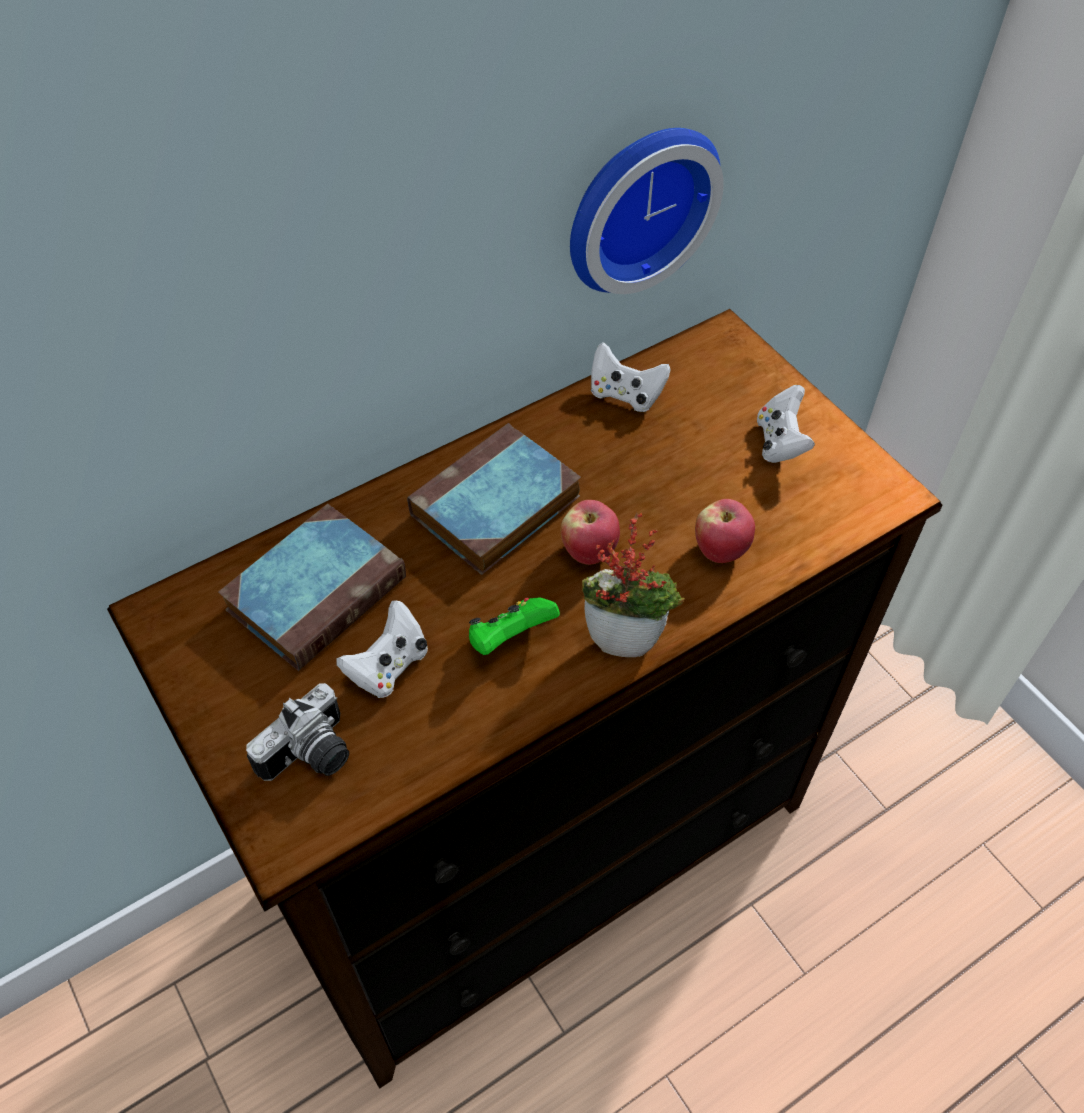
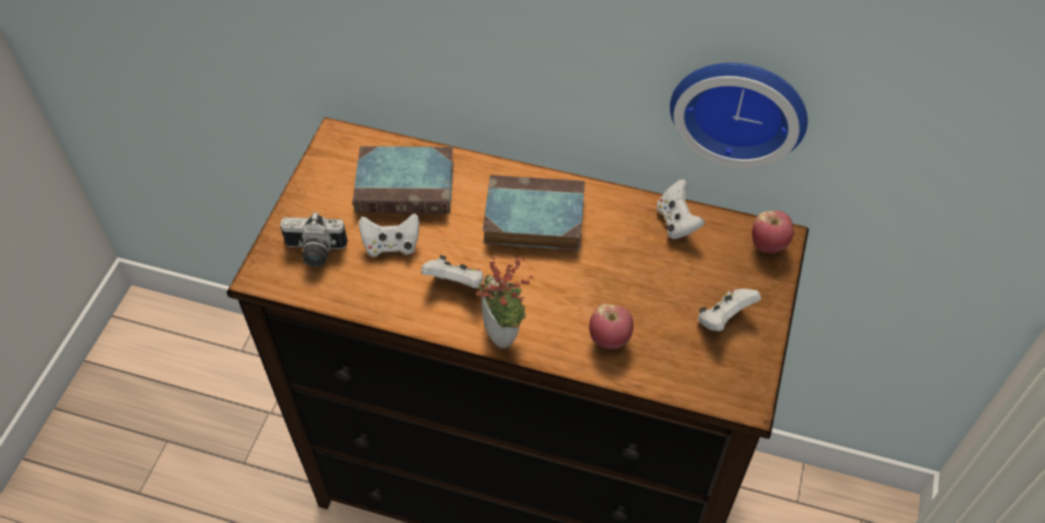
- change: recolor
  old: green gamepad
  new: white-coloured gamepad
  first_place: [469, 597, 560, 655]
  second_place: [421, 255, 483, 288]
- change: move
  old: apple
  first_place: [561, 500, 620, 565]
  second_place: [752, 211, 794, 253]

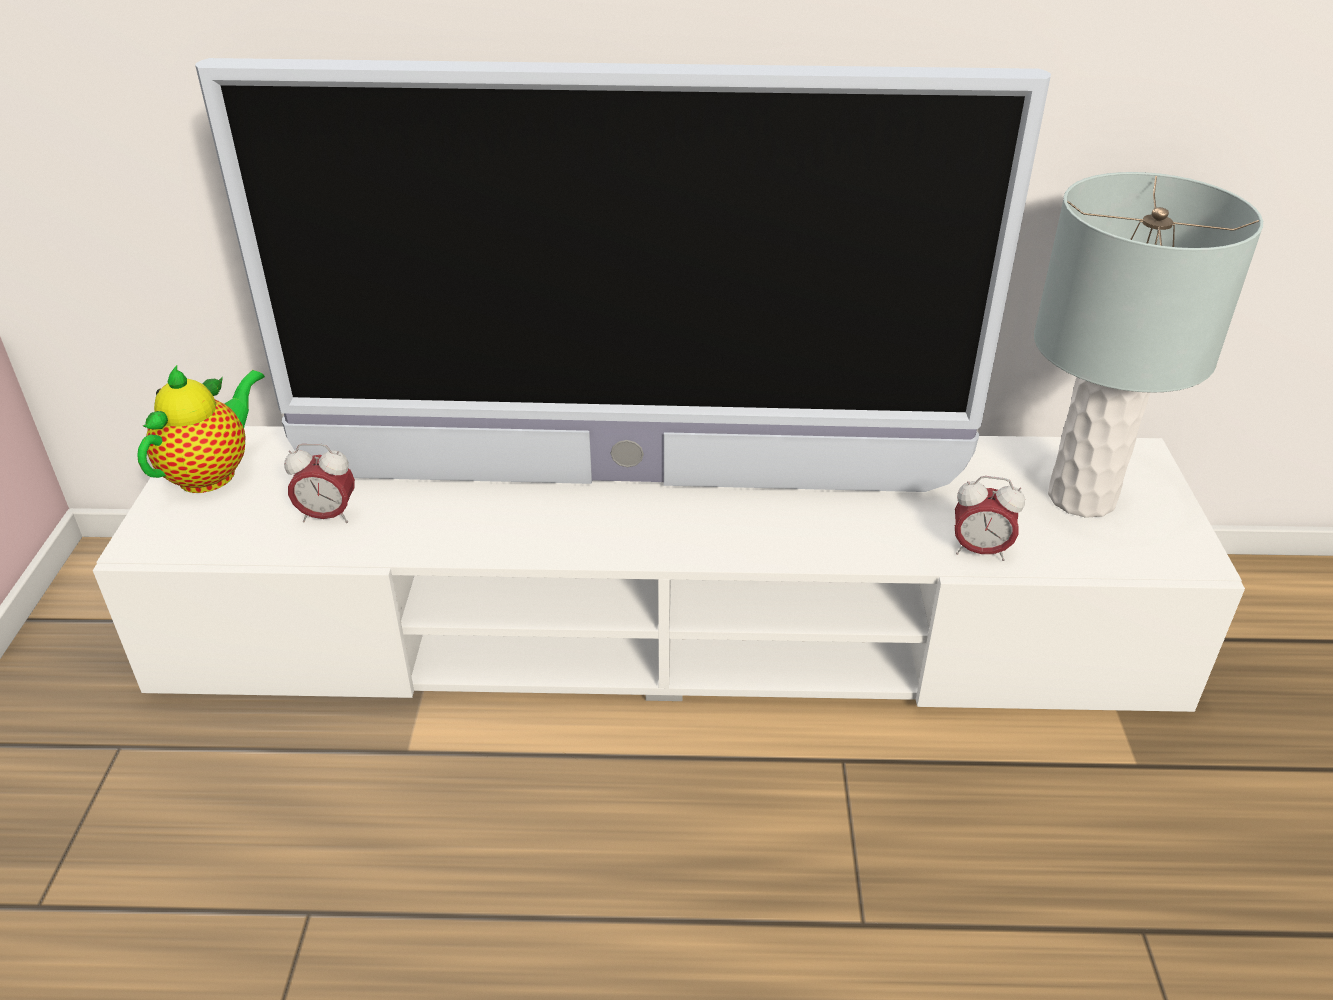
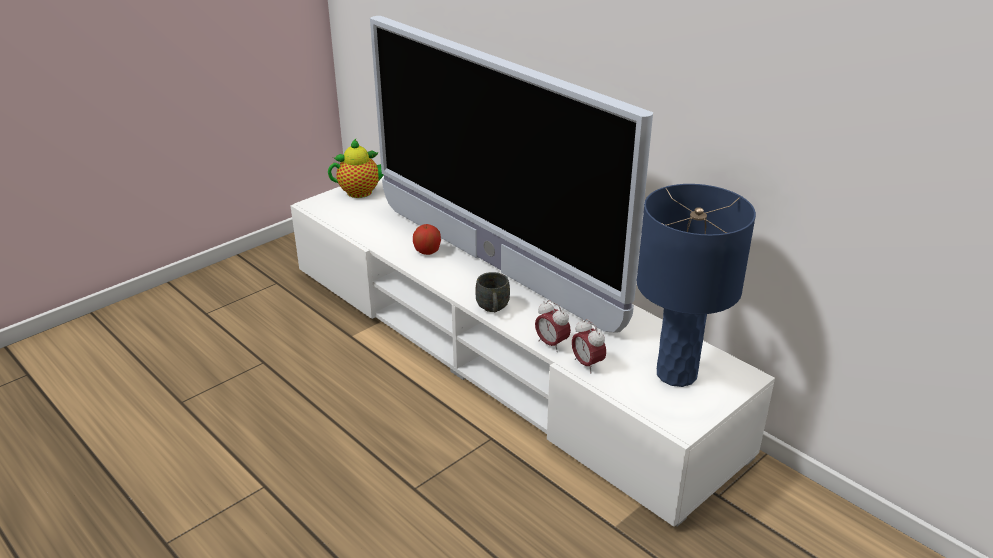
- change: move
  old: alarm clock
  first_place: [284, 443, 355, 523]
  second_place: [535, 300, 571, 352]
- change: recolor
  old: grey table lamp
  new: blue table lamp
  first_place: [1034, 172, 1263, 518]
  second_place: [637, 184, 756, 387]
- change: insert
  new: apple
  second_place: [413, 224, 441, 255]
- change: insert
  new: grey mug
  second_place: [475, 272, 510, 312]

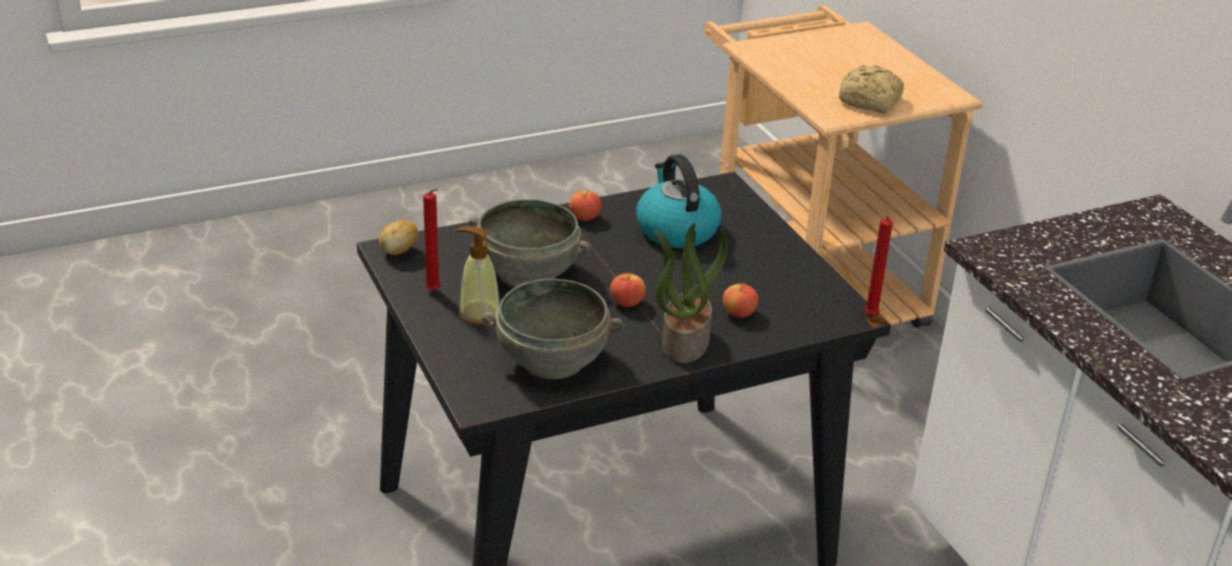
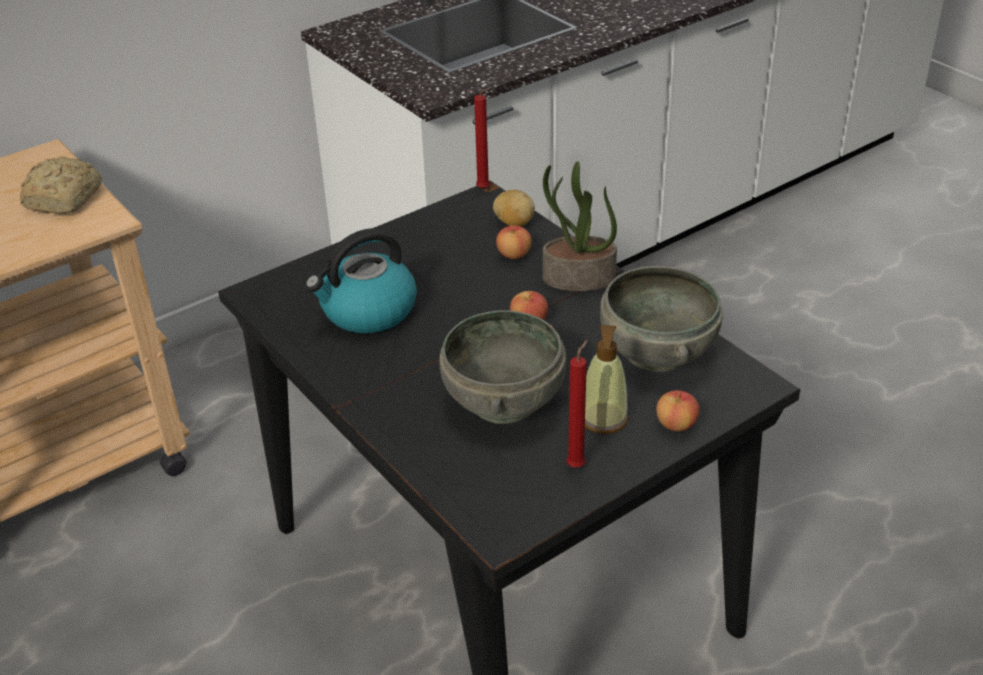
- change: move
  old: potato
  first_place: [379, 220, 418, 255]
  second_place: [493, 190, 535, 227]
- change: move
  old: apple
  first_place: [569, 190, 602, 221]
  second_place: [656, 390, 700, 431]

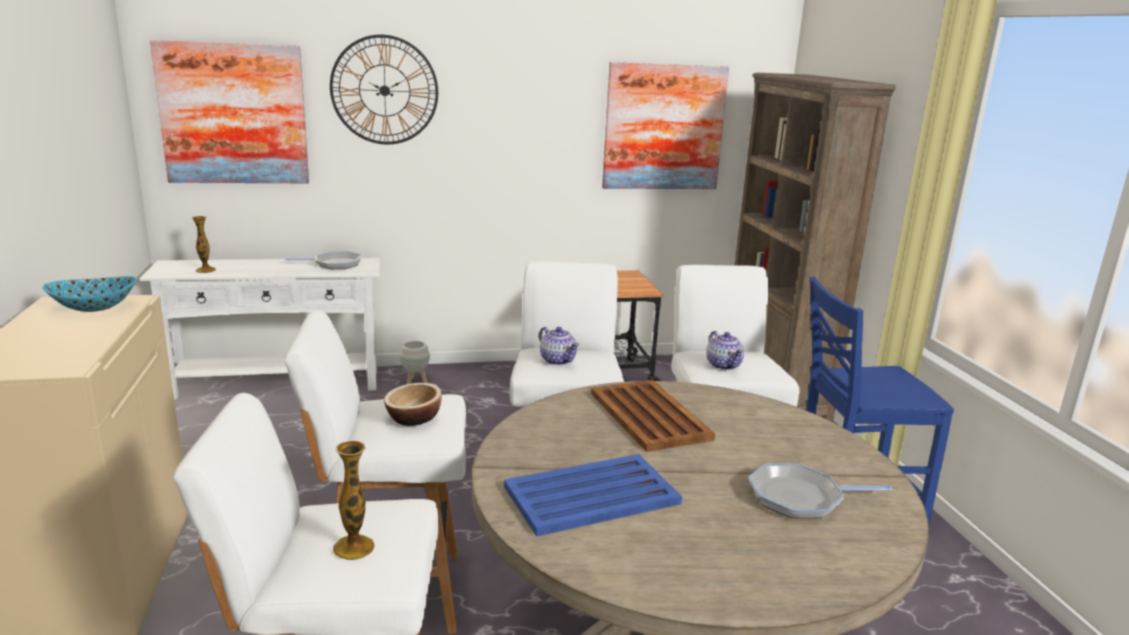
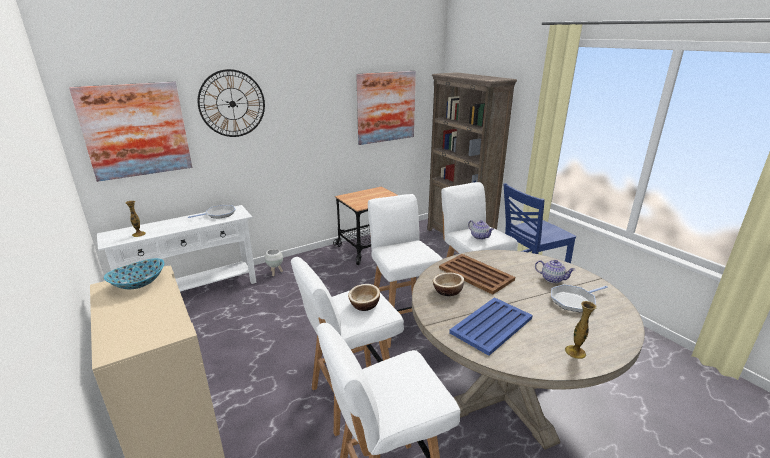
- change: move
  old: decorative vase
  first_place: [333, 441, 375, 560]
  second_place: [565, 301, 597, 359]
- change: move
  old: teapot
  first_place: [539, 327, 579, 366]
  second_place: [535, 260, 575, 283]
- change: insert
  new: bowl
  second_place: [433, 272, 464, 296]

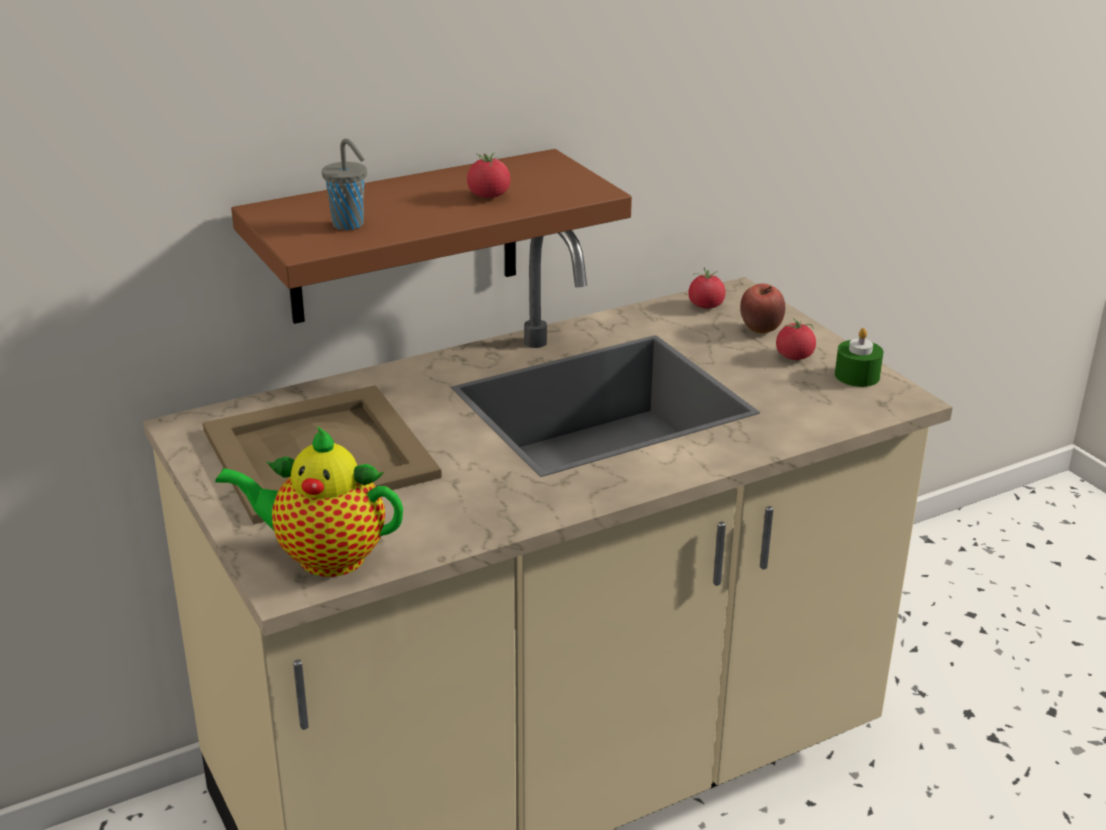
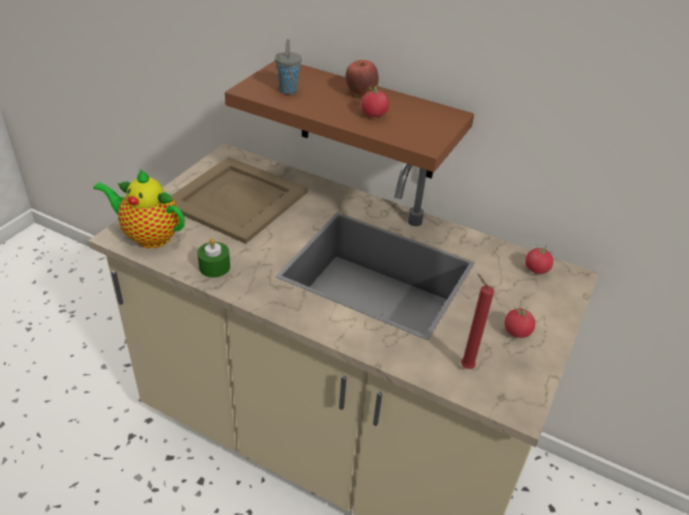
- change: rotate
  old: teapot
  first_place: [215, 426, 403, 577]
  second_place: [93, 168, 185, 248]
  degrees: -45
- change: move
  old: apple
  first_place: [740, 283, 785, 334]
  second_place: [346, 60, 379, 96]
- change: move
  old: green candle
  first_place: [835, 328, 884, 387]
  second_place: [197, 238, 230, 277]
- change: insert
  new: red candle
  second_place: [461, 274, 494, 369]

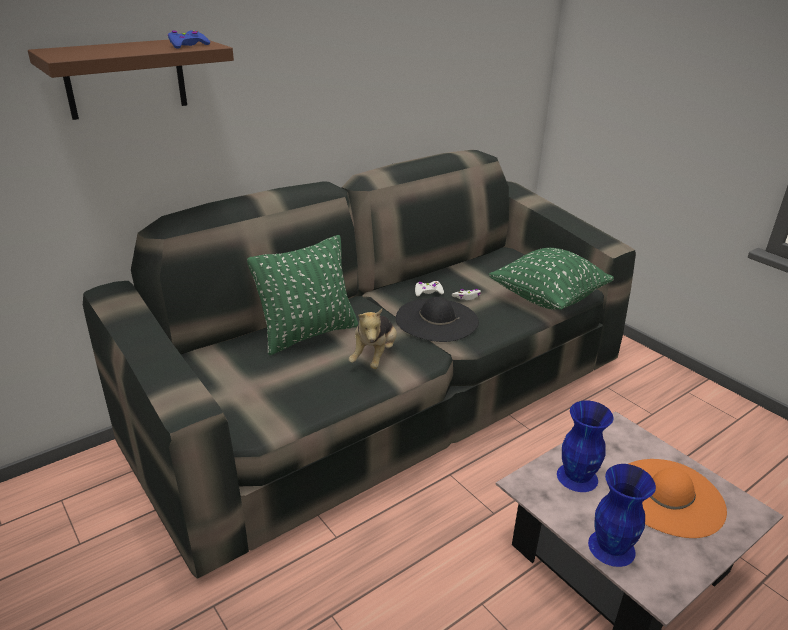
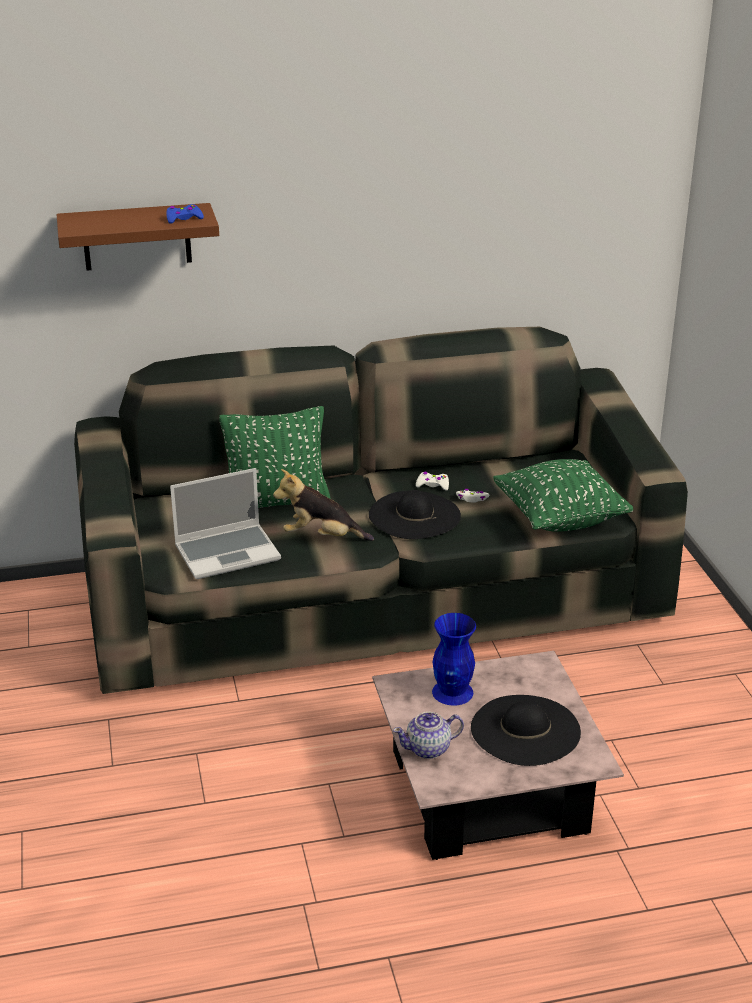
- change: rotate
  old: plush toy
  first_place: [349, 309, 397, 369]
  second_place: [273, 469, 374, 541]
  degrees: 60
- change: replace
  old: blue decorative vase
  new: teapot
  first_place: [588, 464, 656, 567]
  second_place: [393, 712, 464, 759]
- change: recolor
  old: orangey clothing hat
  new: blackish clothing hat
  first_place: [629, 459, 727, 538]
  second_place: [471, 695, 581, 766]
- change: insert
  new: notebook computer
  second_place: [170, 468, 281, 579]

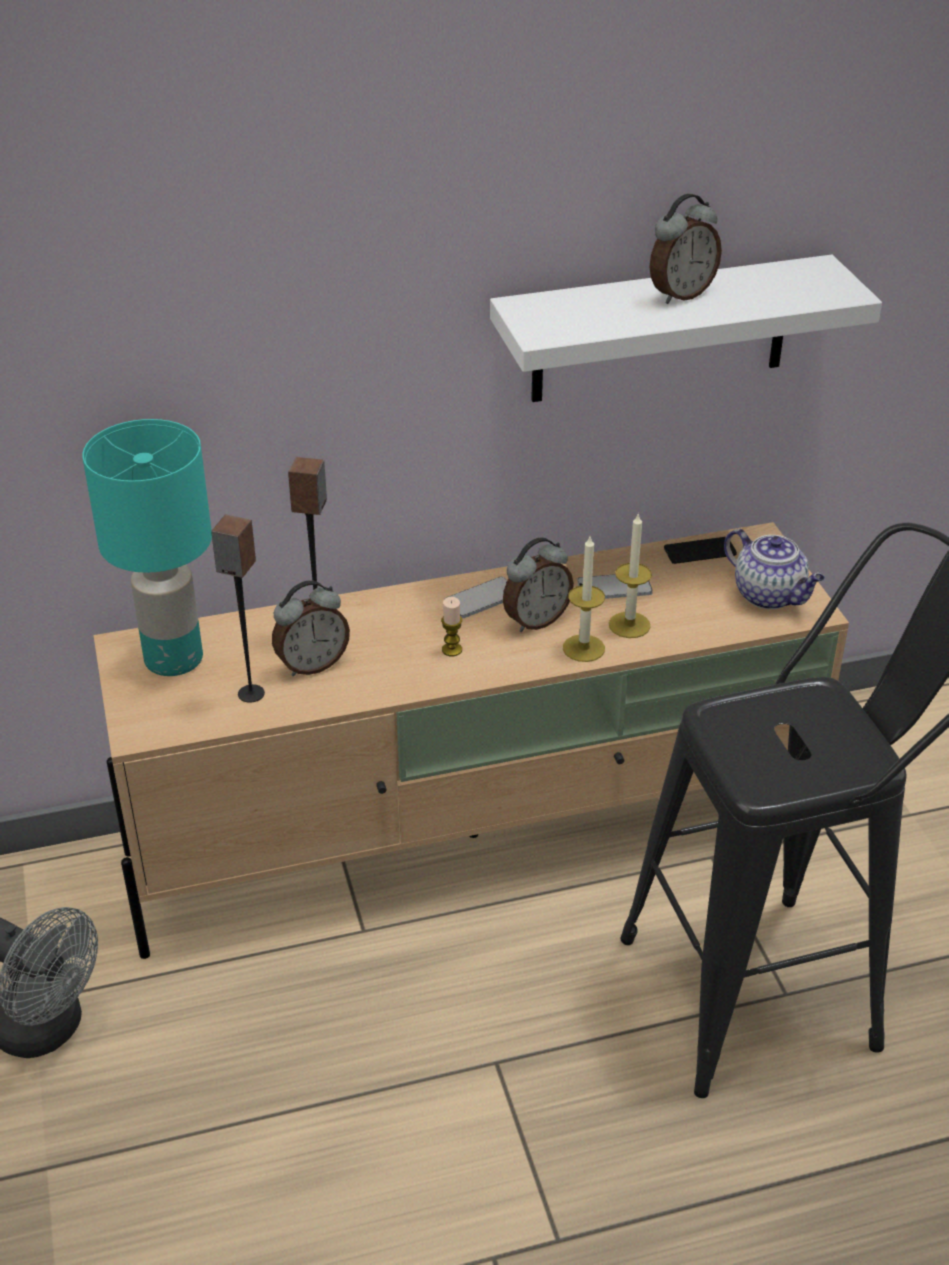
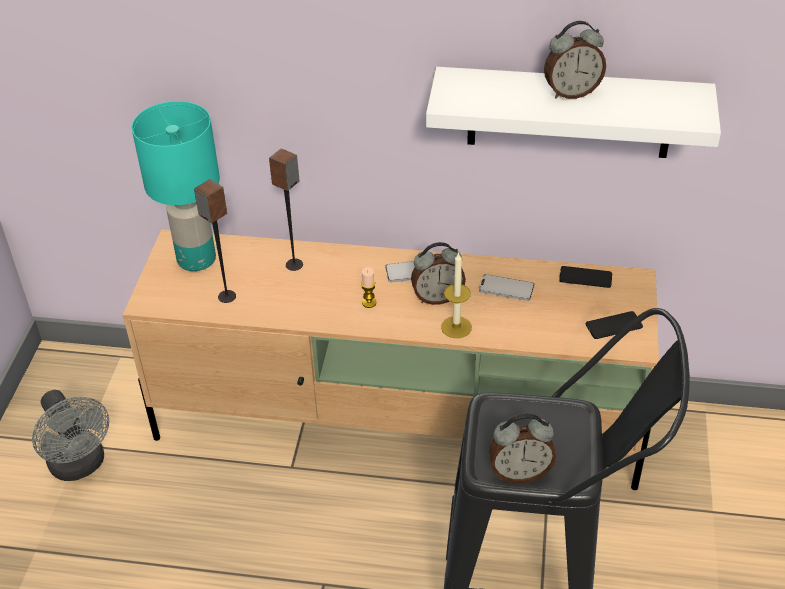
- change: move
  old: alarm clock
  first_place: [272, 580, 350, 676]
  second_place: [489, 414, 556, 483]
- change: delete
  old: candle
  first_place: [609, 513, 652, 638]
- change: replace
  old: teapot
  new: phone
  first_place: [724, 529, 825, 609]
  second_place: [586, 311, 643, 339]

